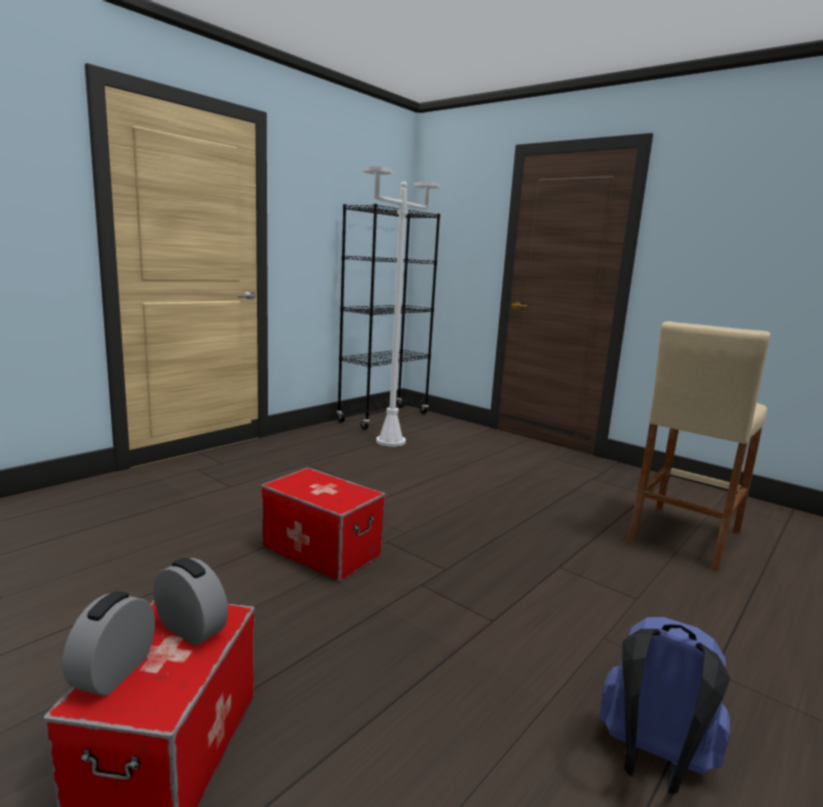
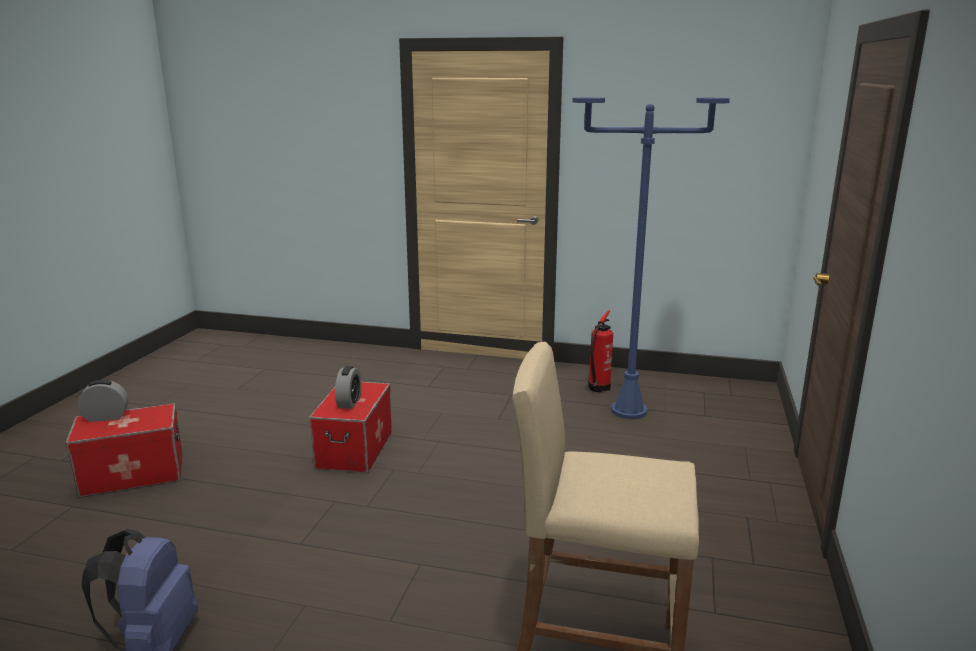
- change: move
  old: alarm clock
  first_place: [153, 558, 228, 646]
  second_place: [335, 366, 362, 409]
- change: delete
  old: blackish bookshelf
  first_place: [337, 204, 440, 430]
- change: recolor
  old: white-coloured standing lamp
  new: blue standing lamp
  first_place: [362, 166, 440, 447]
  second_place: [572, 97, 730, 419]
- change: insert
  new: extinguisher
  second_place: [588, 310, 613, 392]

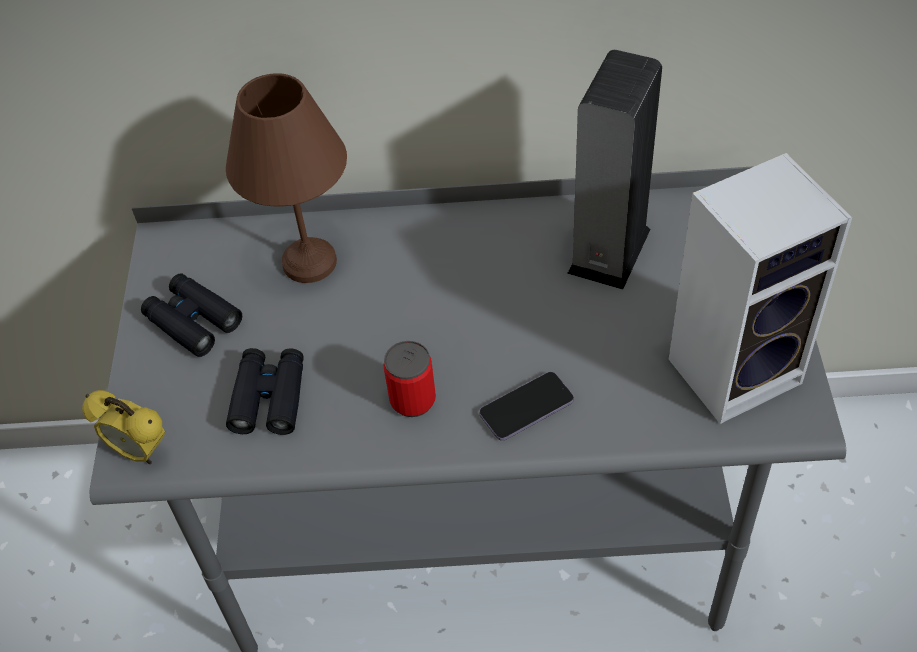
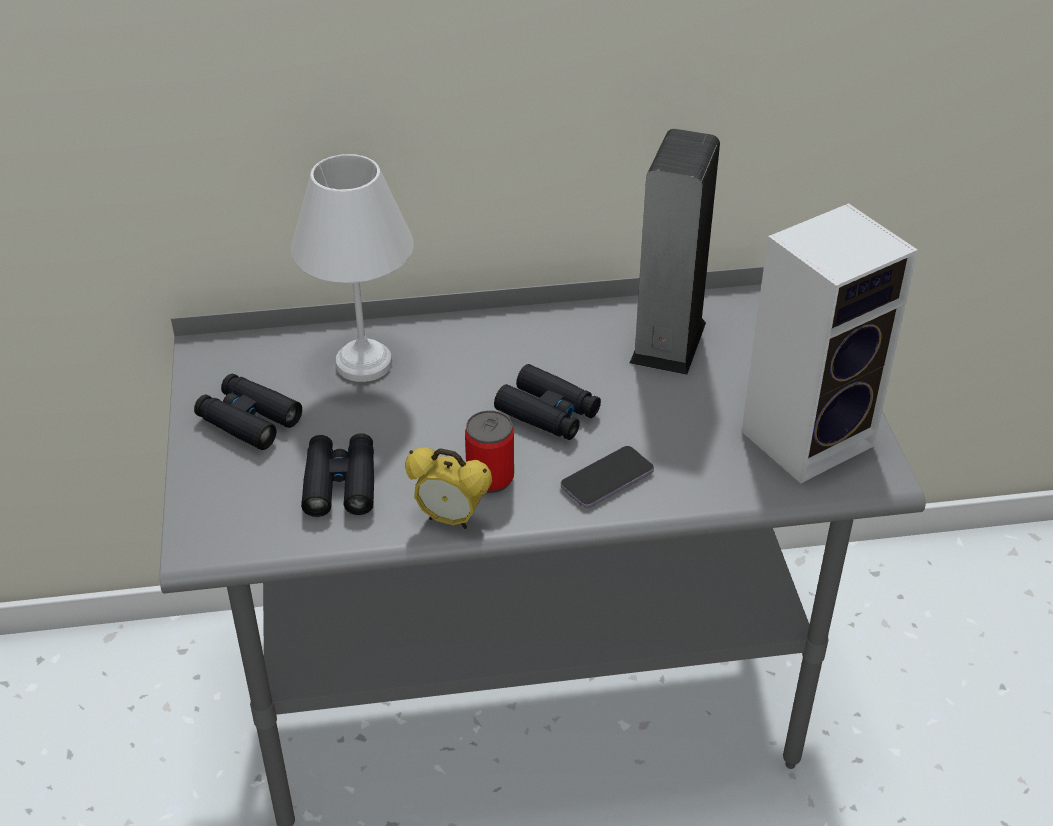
- change: move
  old: alarm clock
  first_place: [82, 390, 165, 464]
  second_place: [405, 447, 492, 529]
- change: recolor
  old: brown-coloured table lamp
  new: white-coloured table lamp
  first_place: [226, 73, 347, 283]
  second_place: [291, 154, 414, 382]
- change: insert
  new: blackish binoculars
  second_place: [494, 364, 601, 440]

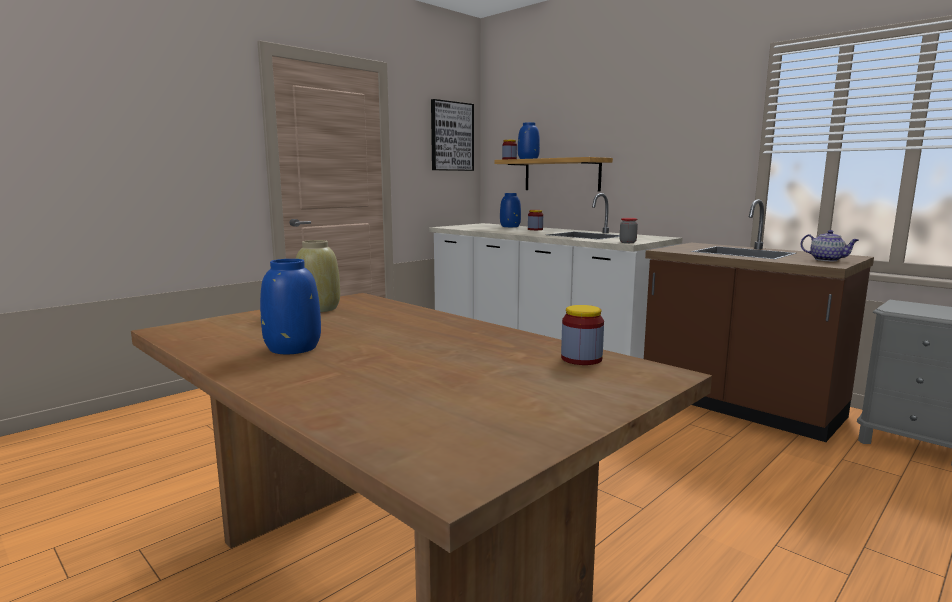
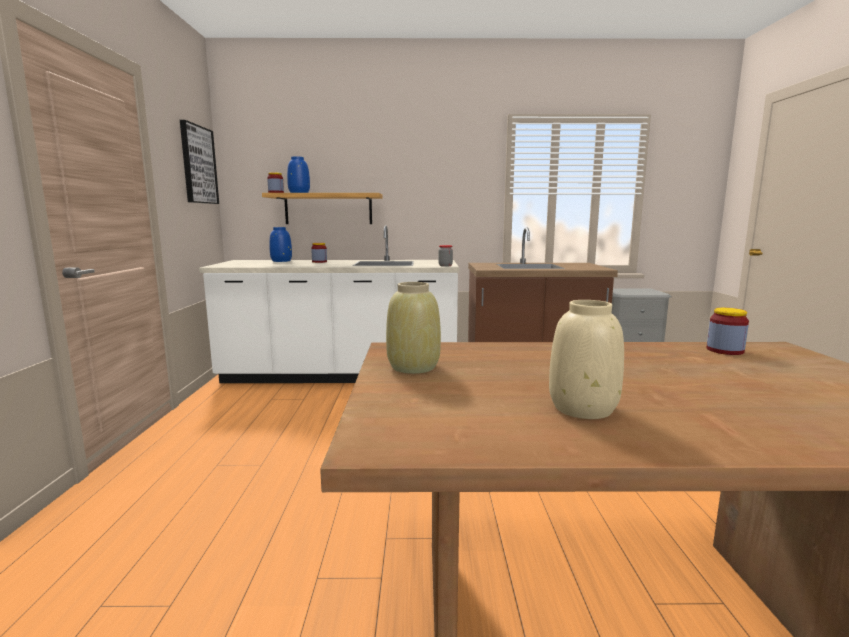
- change: recolor
  old: blue decorative vase
  new: sand-coloured decorative vase
  first_place: [260, 259, 321, 354]
  second_place: [549, 300, 624, 419]
- change: delete
  old: teapot
  first_place: [801, 230, 859, 261]

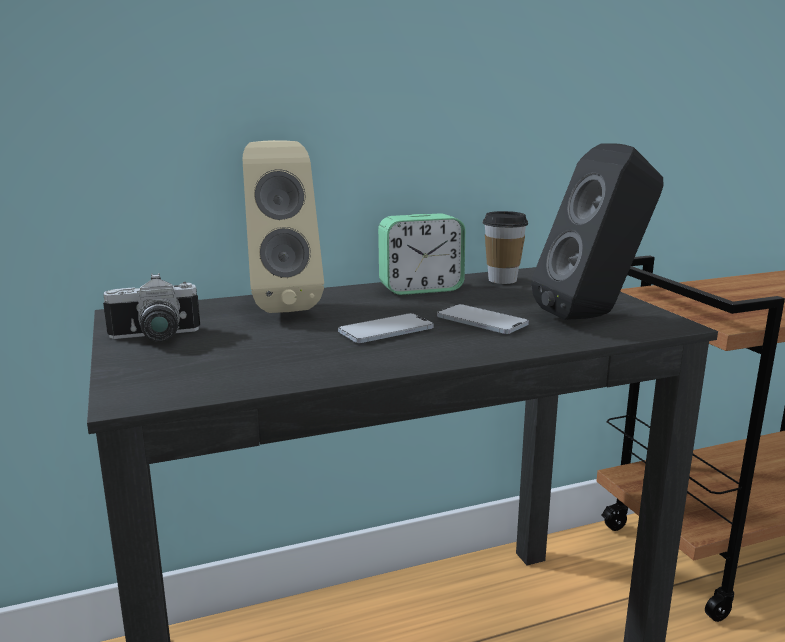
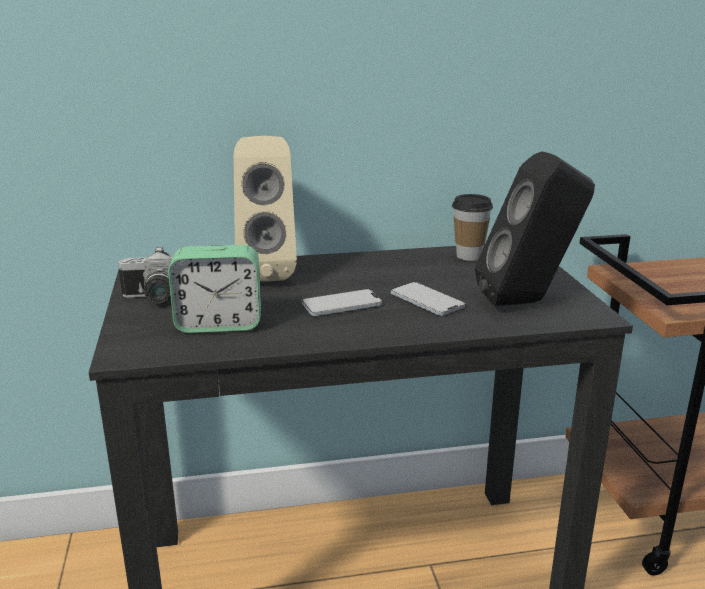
- change: move
  old: alarm clock
  first_place: [378, 213, 465, 295]
  second_place: [168, 245, 261, 333]

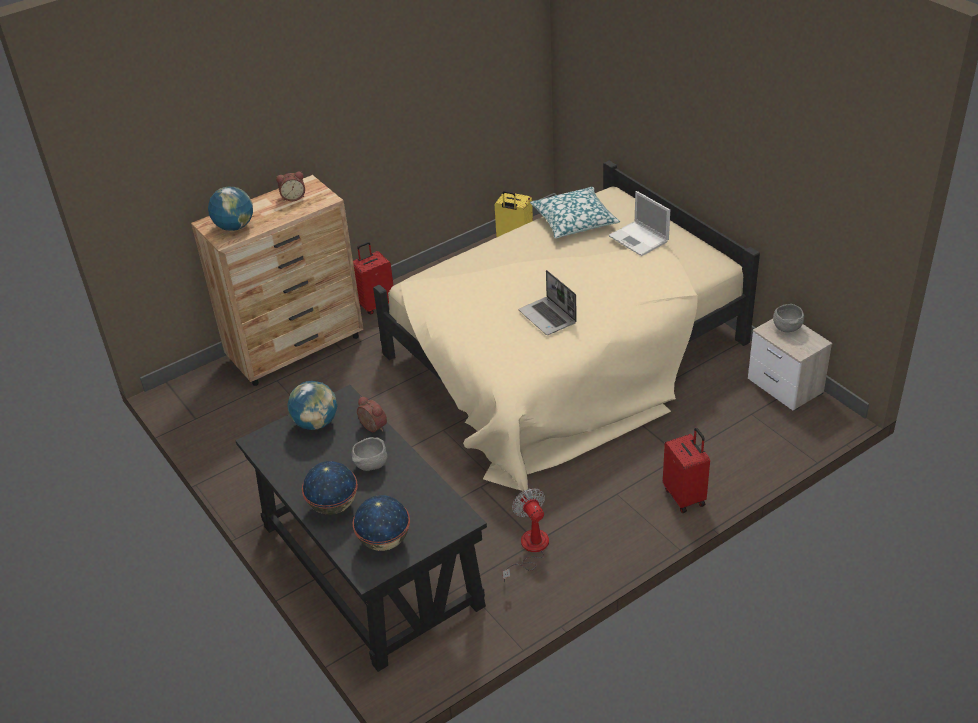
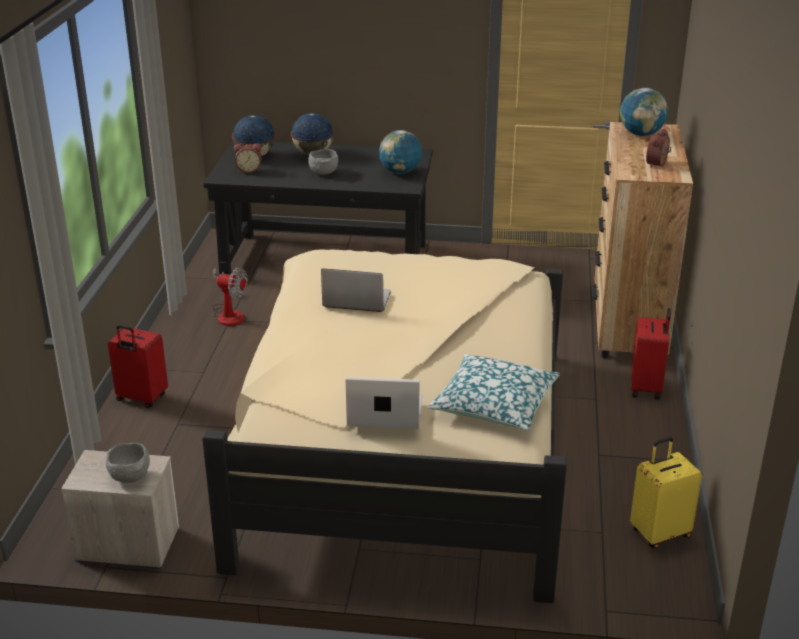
- change: move
  old: alarm clock
  first_place: [357, 396, 387, 432]
  second_place: [234, 144, 262, 173]

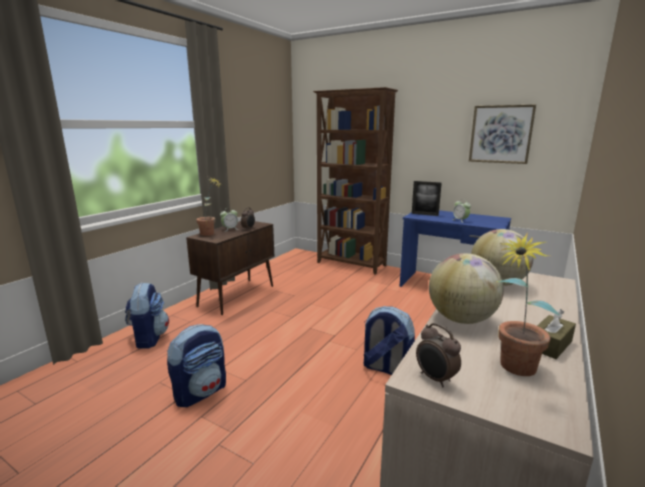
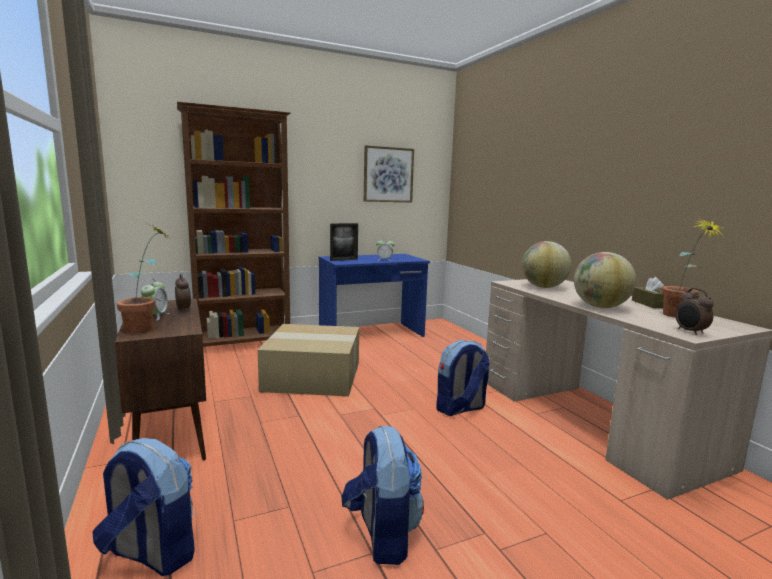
- change: rotate
  old: alarm clock
  first_place: [416, 323, 461, 387]
  second_place: [675, 288, 714, 335]
  degrees: 75
- change: insert
  new: packing box
  second_place: [258, 324, 359, 396]

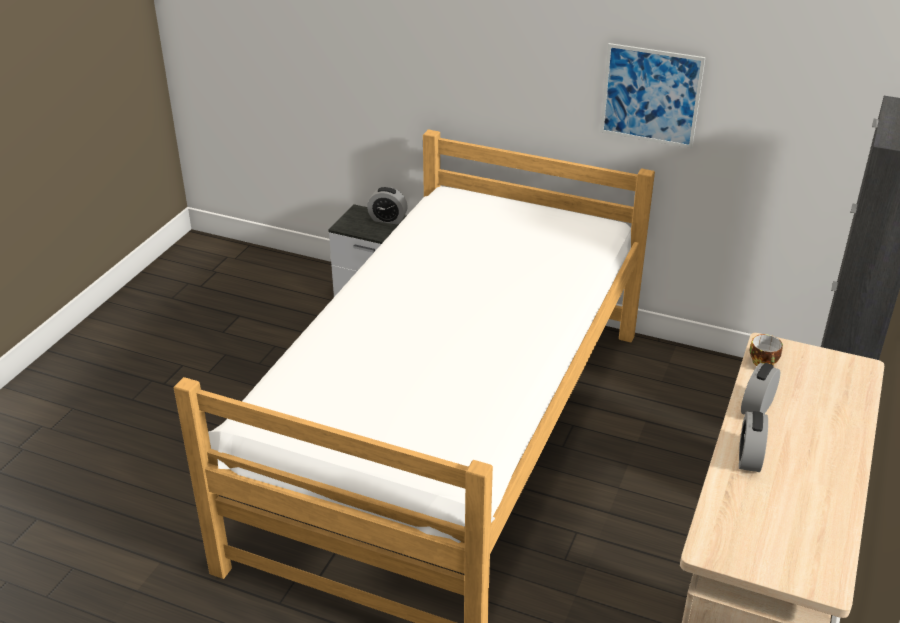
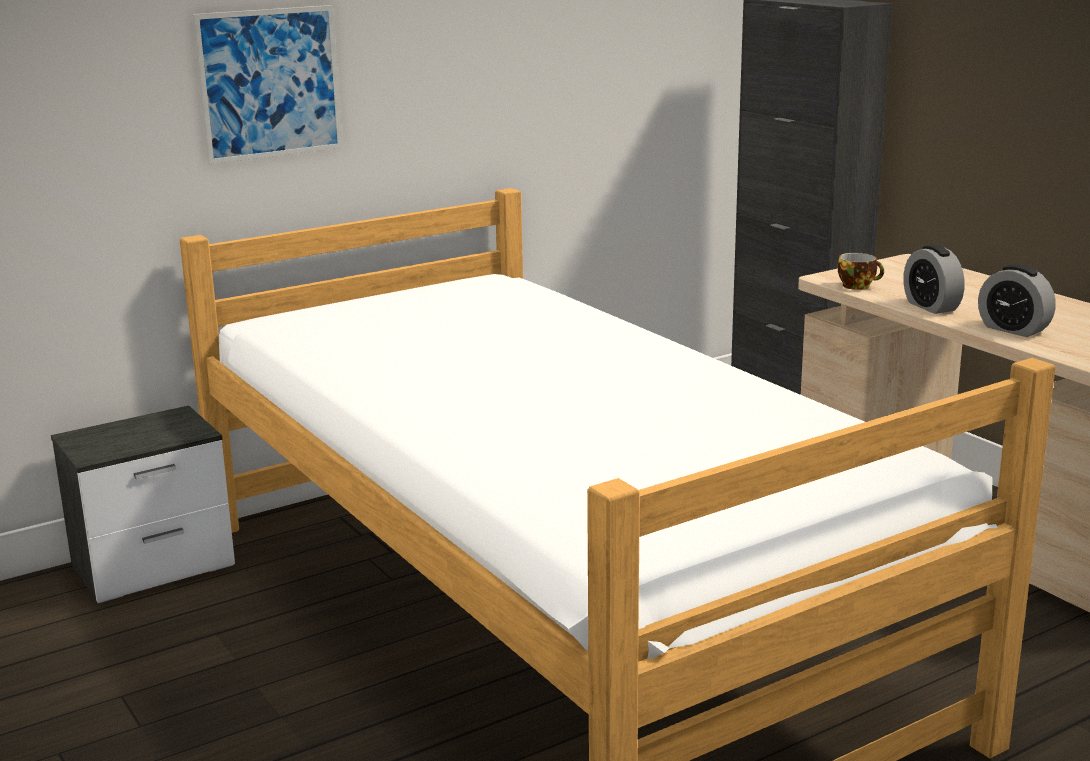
- change: delete
  old: alarm clock
  first_place: [367, 187, 408, 224]
- change: move
  old: wall art
  first_place: [600, 43, 705, 148]
  second_place: [193, 5, 343, 164]

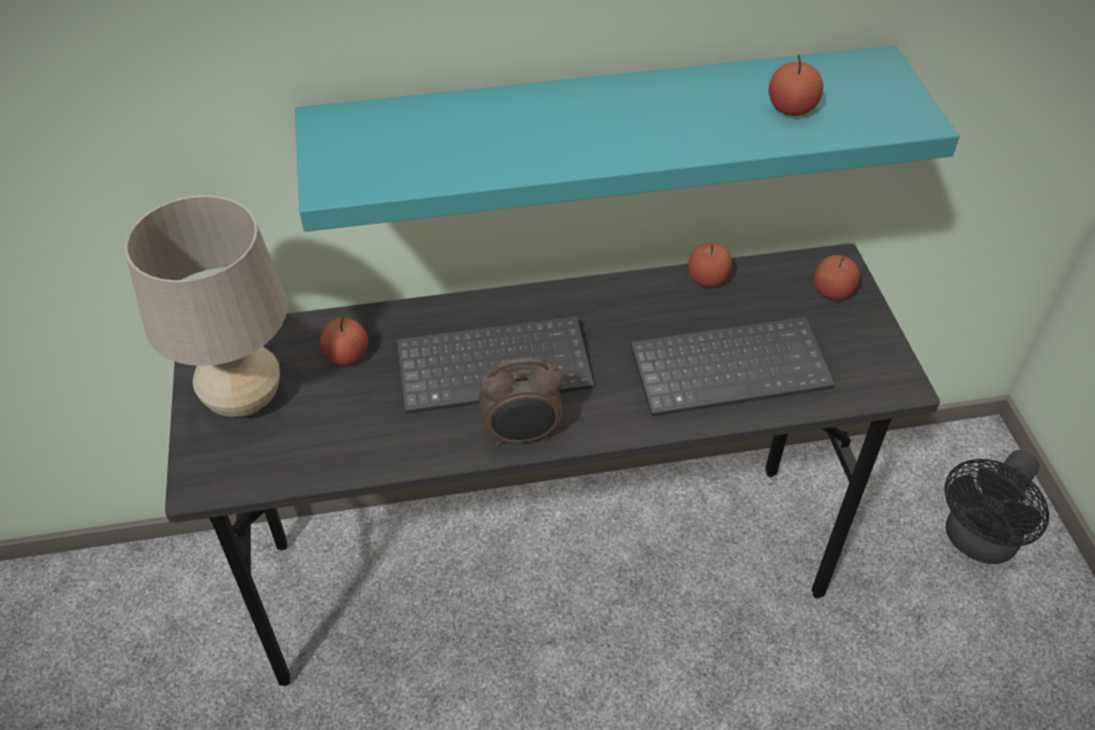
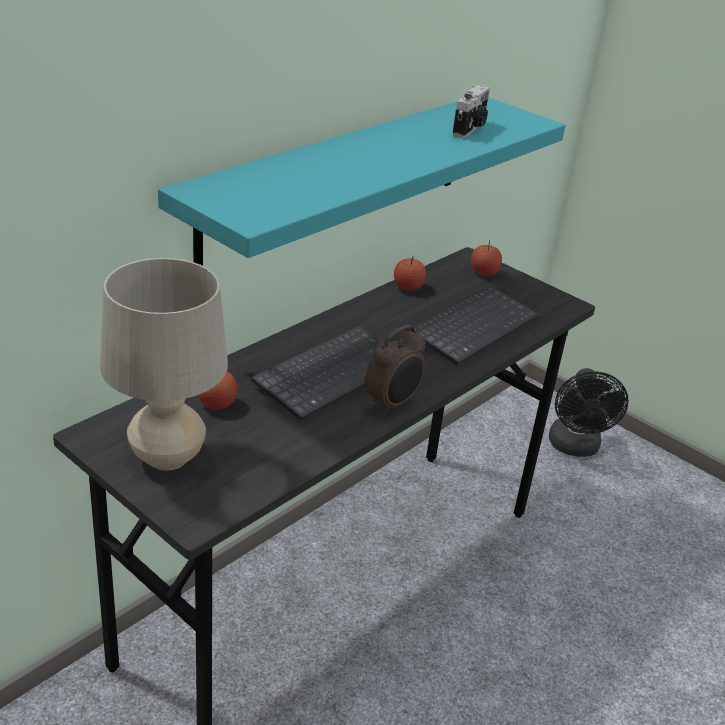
- change: replace
  old: apple
  new: photo camera
  first_place: [769, 54, 823, 116]
  second_place: [452, 85, 490, 138]

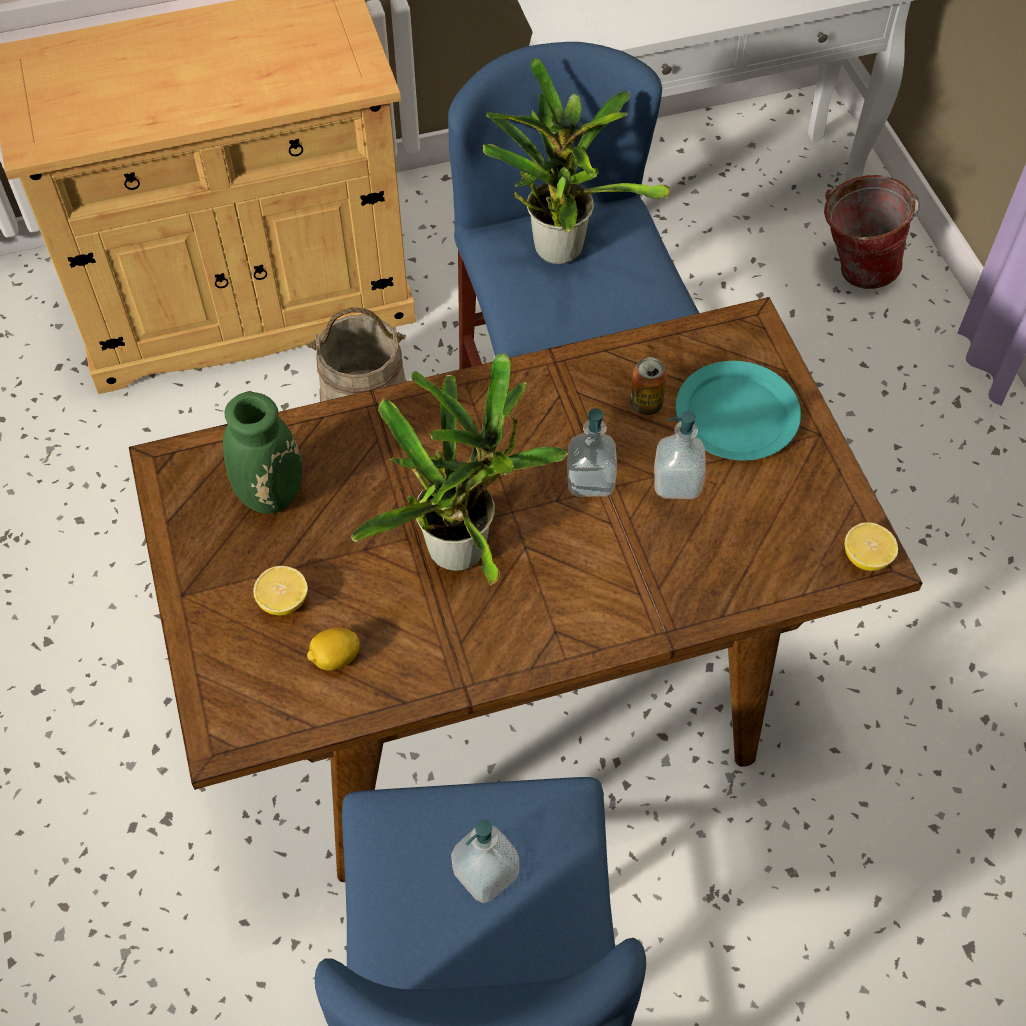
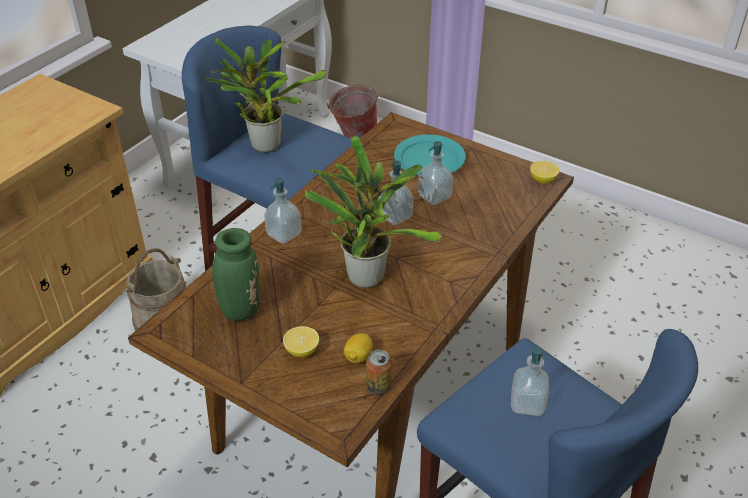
- change: move
  old: metal can
  first_place: [630, 357, 667, 415]
  second_place: [366, 350, 392, 395]
- change: insert
  new: liquid soap bottle
  second_place: [264, 178, 302, 244]

